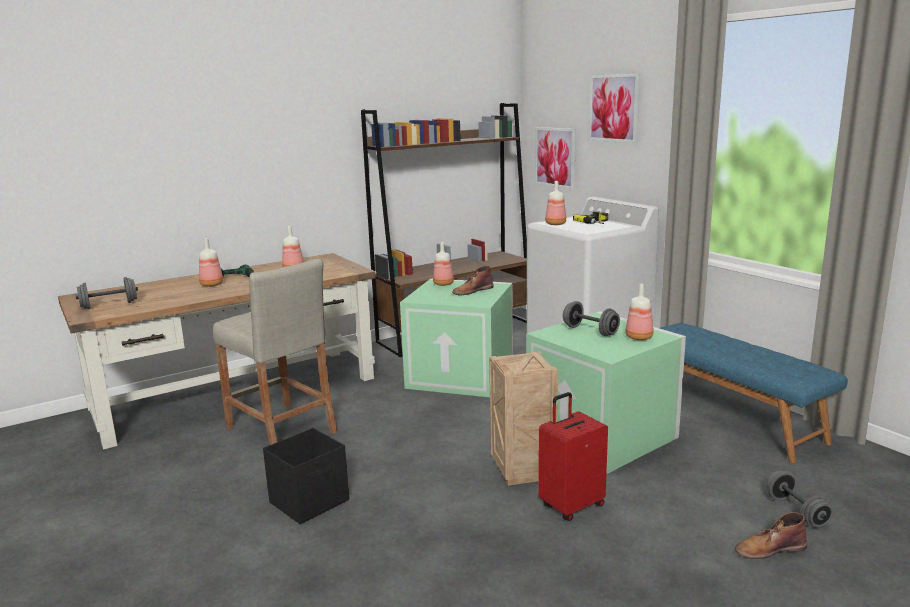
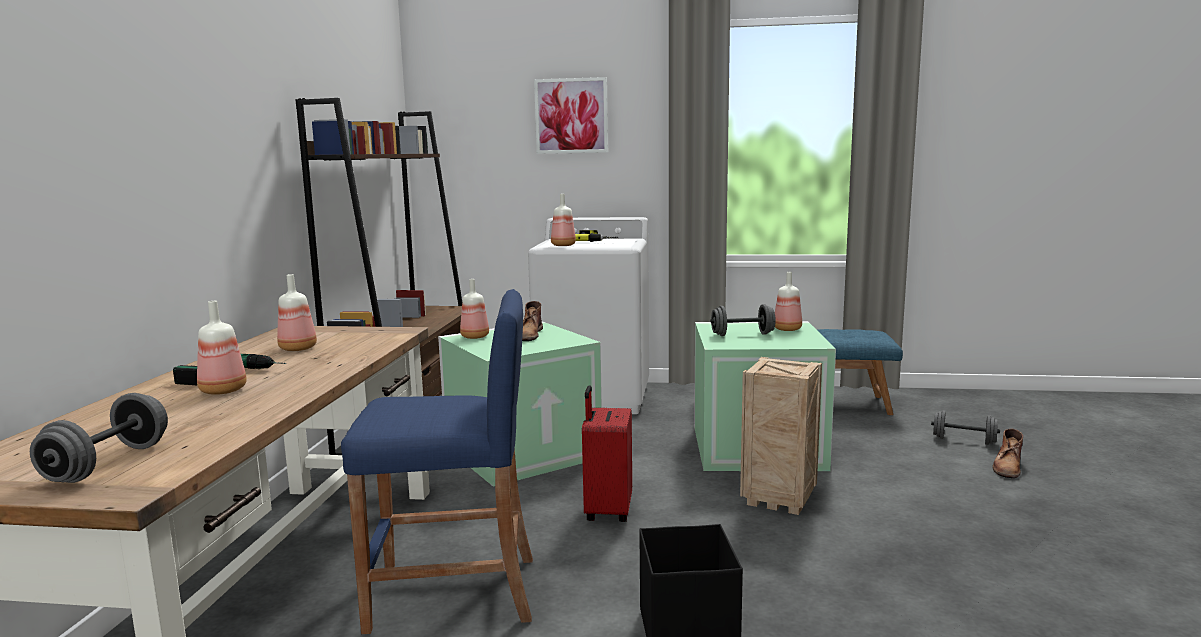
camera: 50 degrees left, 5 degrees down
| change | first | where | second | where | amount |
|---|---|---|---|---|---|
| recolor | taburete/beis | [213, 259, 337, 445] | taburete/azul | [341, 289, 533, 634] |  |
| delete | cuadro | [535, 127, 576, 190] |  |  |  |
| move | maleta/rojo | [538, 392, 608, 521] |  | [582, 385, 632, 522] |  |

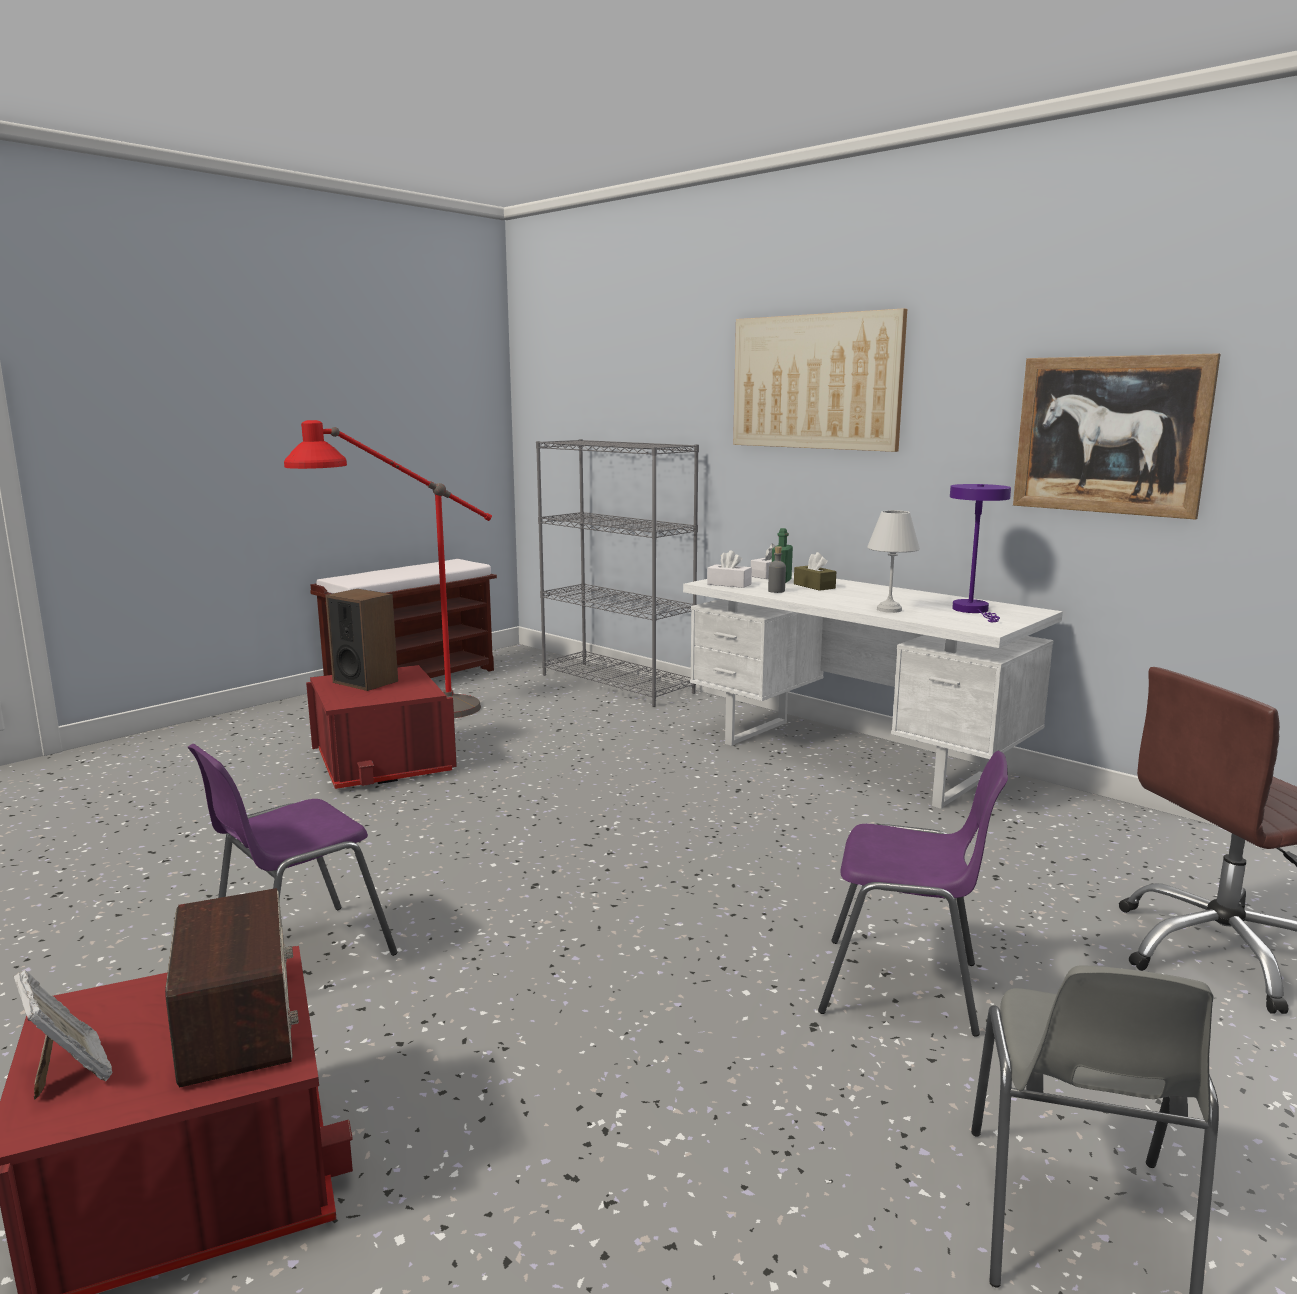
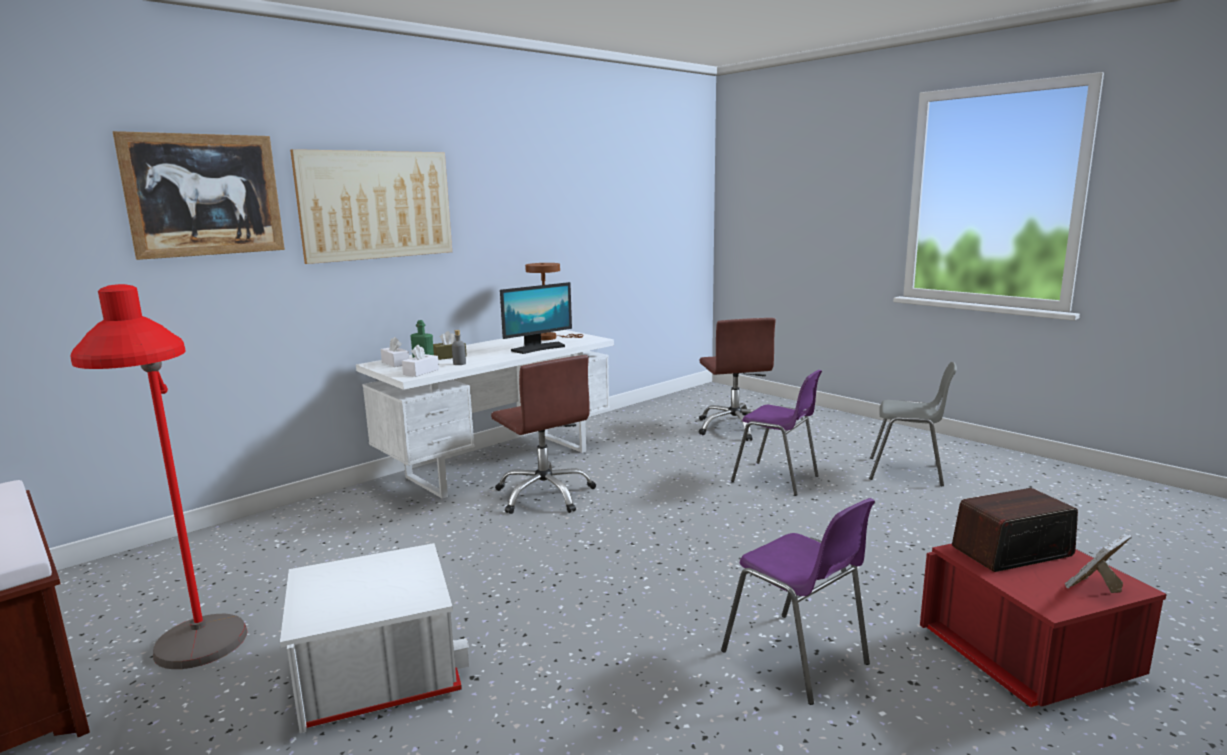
camera: 85 degrees left, 0 degrees up
| change | first | where | second | where | amount |
|---|---|---|---|---|---|
| recolor | caja de almacenaje/rojo | [306, 665, 457, 789] | caja de almacenaje/blanco | [280, 543, 469, 733] |  |
| delete | altavoz | [325, 589, 398, 691] |  |  |  |
| delete | estantería/gris | [536, 439, 699, 707] |  |  |  |
| rotate | silla/morado | [818, 751, 1008, 1037] |  | [731, 370, 822, 496] | 105 degrees clockwise |
| replace | lámpara de mesa/blanco | [867, 510, 920, 613] | monitor | [500, 282, 572, 354] |  |
| recolor | lámpara de mesa/morado | [950, 484, 1011, 622] | lámpara de mesa/marrón | [525, 263, 583, 340] |  |
| move | cuadro | [1013, 353, 1221, 520] |  | [113, 131, 285, 260] |  |
| insert |  |  | silla de oficina/marrón | [491, 355, 596, 514] |  |

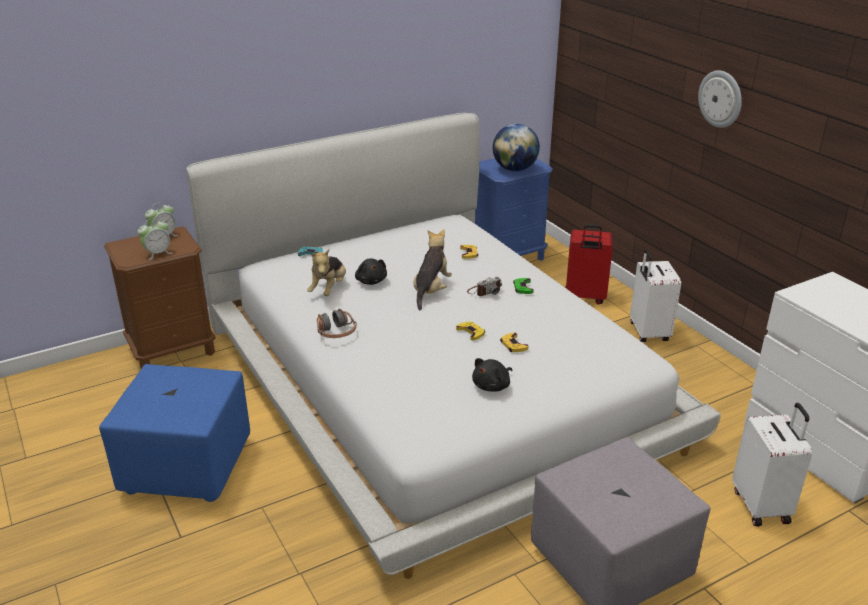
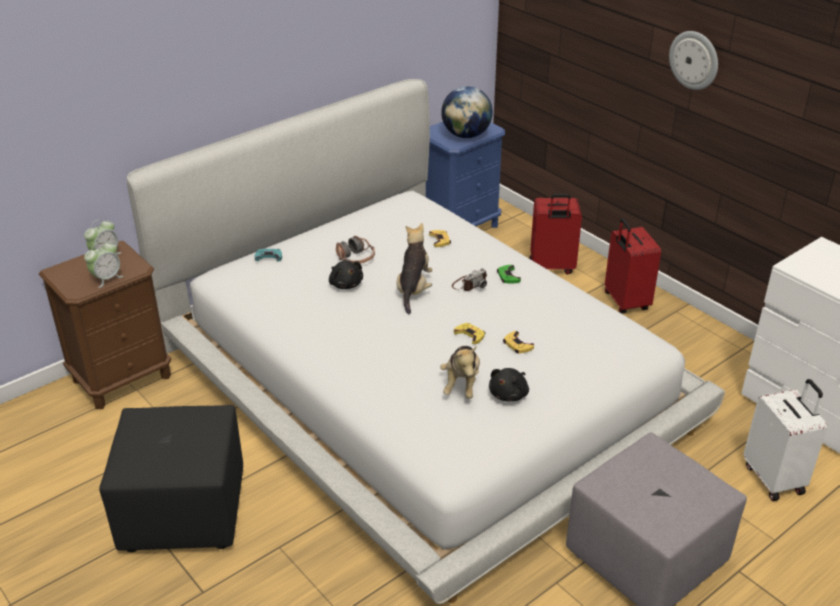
camera: 10 degrees left, 5 degrees up
| change | first | where | second | where | amount |
|---|---|---|---|---|---|
| recolor | puf/azul | [99, 364, 250, 502] | puf/negro | [99, 405, 243, 552] |  |
| move | peluche | [307, 249, 346, 296] |  | [440, 346, 480, 399] |  |
| move | auriculares | [317, 309, 357, 338] |  | [336, 236, 375, 264] |  |
| recolor | maleta/blanco | [630, 249, 681, 342] | maleta/rojo | [605, 218, 661, 314] |  |

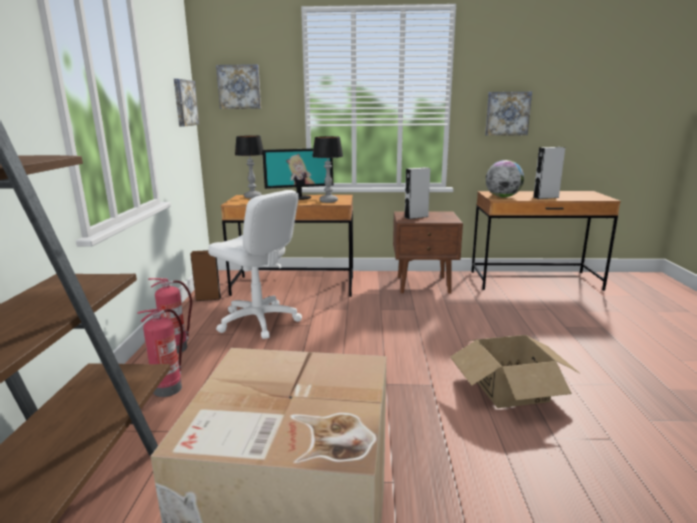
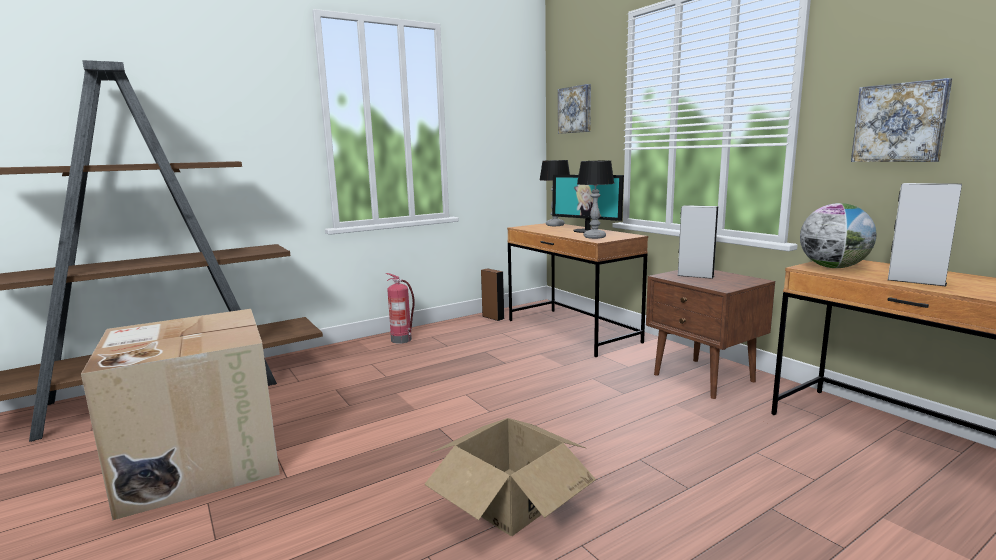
camera: 55 degrees right, 5 degrees down
| change | first | where | second | where | amount |
|---|---|---|---|---|---|
| delete | extintor | [138, 309, 183, 397] |  |  |  |
| delete | cuadro | [174, 79, 199, 127] |  |  |  |
| delete | silla de oficina/blanco | [208, 190, 302, 339] |  |  |  |

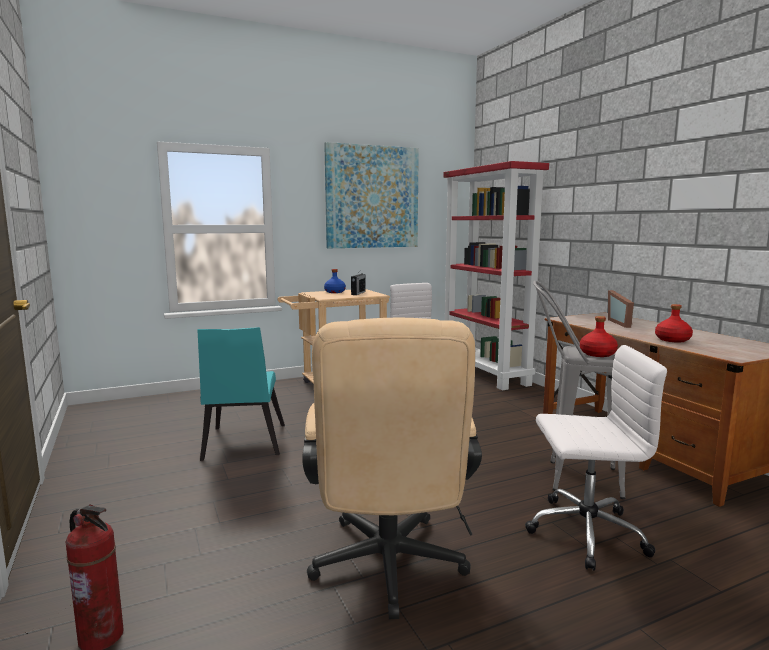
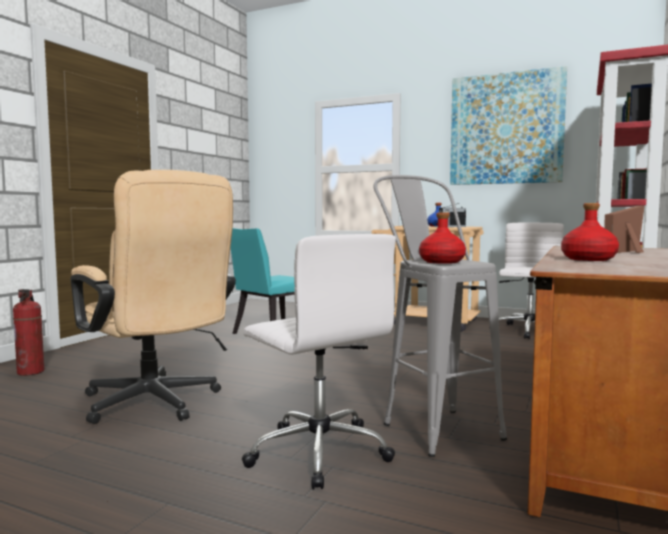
camera: 50 degrees right, 5 degrees down
| change | first | where | second | where | amount |
|---|---|---|---|---|---|
| rotate | silla de oficina/beis | [302, 318, 482, 619] |  | [70, 170, 236, 424] | 90 degrees counterclockwise |

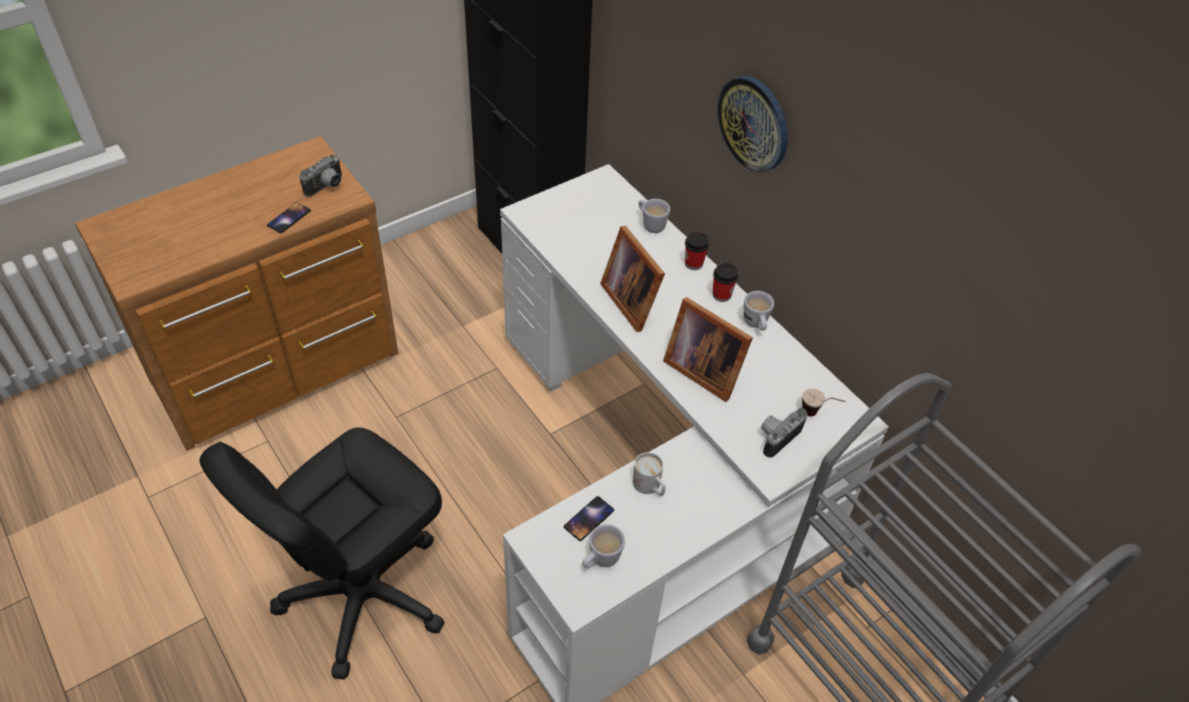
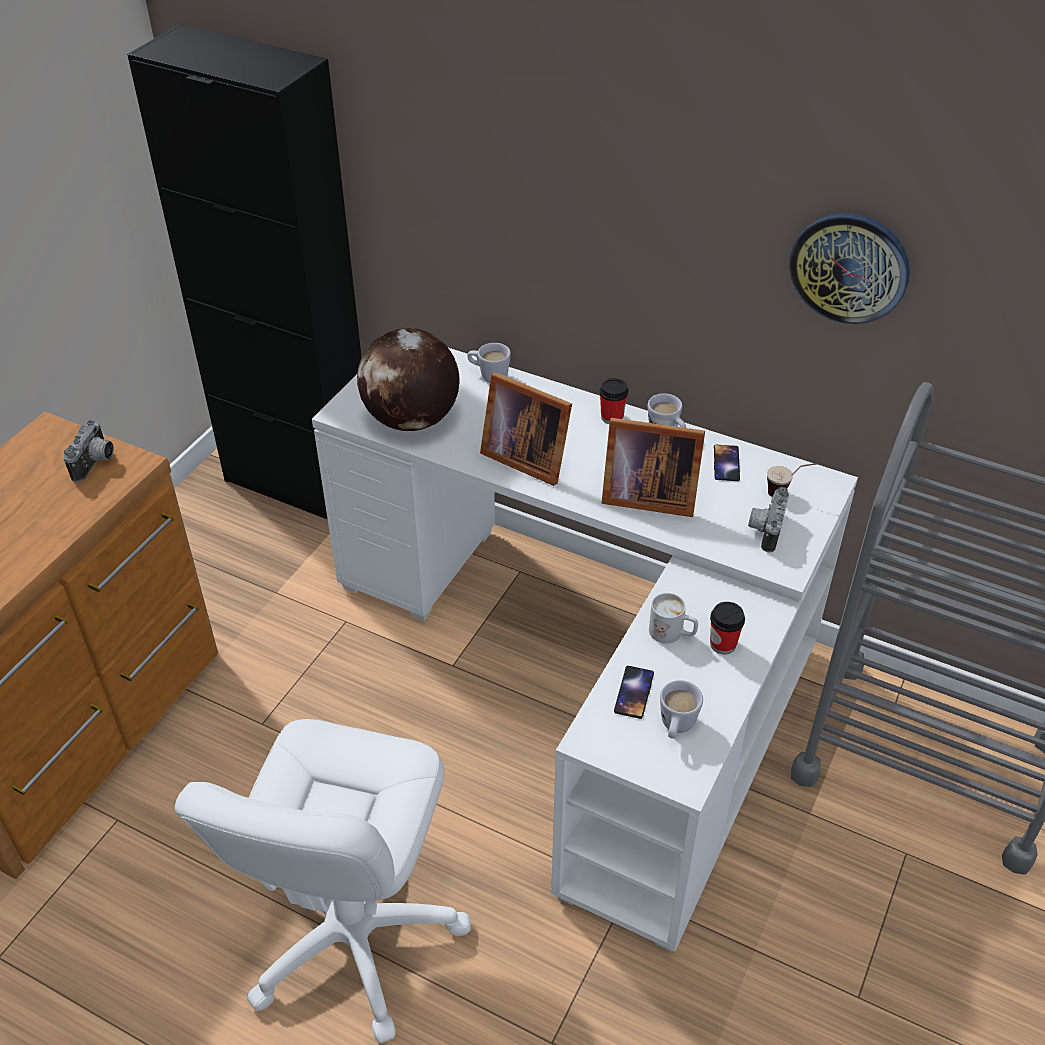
camera: 25 degrees left, 5 degrees down
| change | first | where | second | where | amount |
|---|---|---|---|---|---|
| recolor | silla de oficina/negro | [199, 427, 445, 679] | silla de oficina/blanco | [175, 719, 471, 1044] |  |
| move | móvil | [267, 202, 311, 233] |  | [714, 445, 740, 481] |  |
| move | taza | [685, 232, 709, 270] |  | [710, 602, 745, 654] |  |
| move | reloj de pared | [717, 76, 788, 172] |  | [789, 213, 910, 324] |  |
| insert |  |  | globo terráqueo | [357, 328, 459, 431] |  |

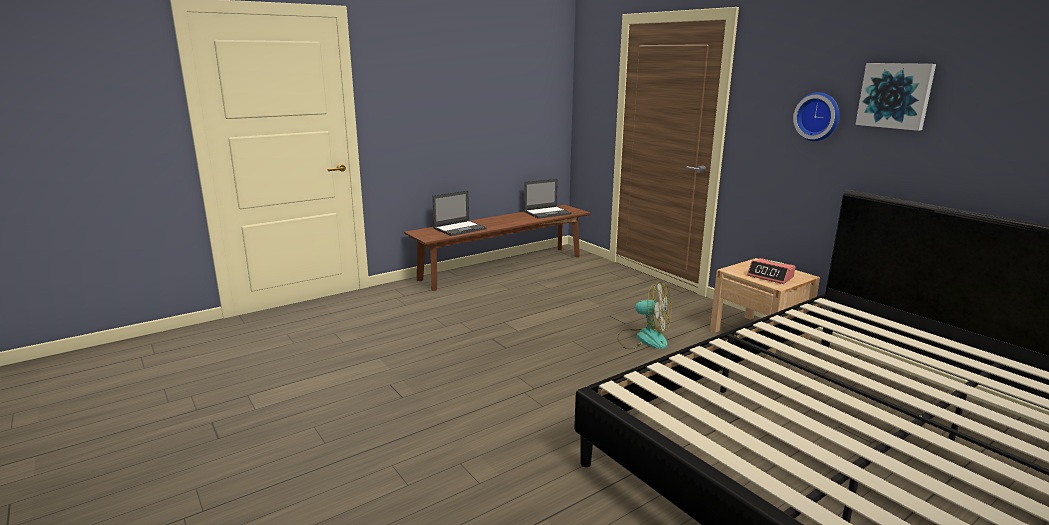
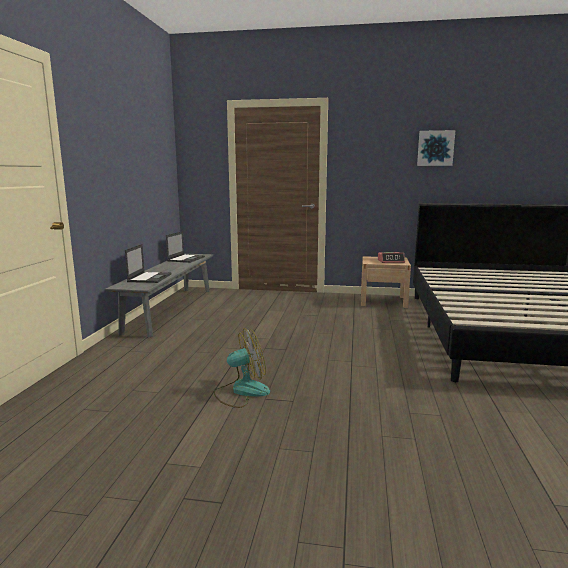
camera: 45 degrees left, 5 degrees down
| change | first | where | second | where | amount |
|---|---|---|---|---|---|
| recolor | banco/marrón | [404, 205, 590, 291] | banco/gris | [105, 254, 213, 337] |  |
| move | ventilador | [617, 281, 671, 349] |  | [214, 328, 270, 408] |  |
| delete | reloj de pared | [793, 92, 840, 141] |  |  |  |

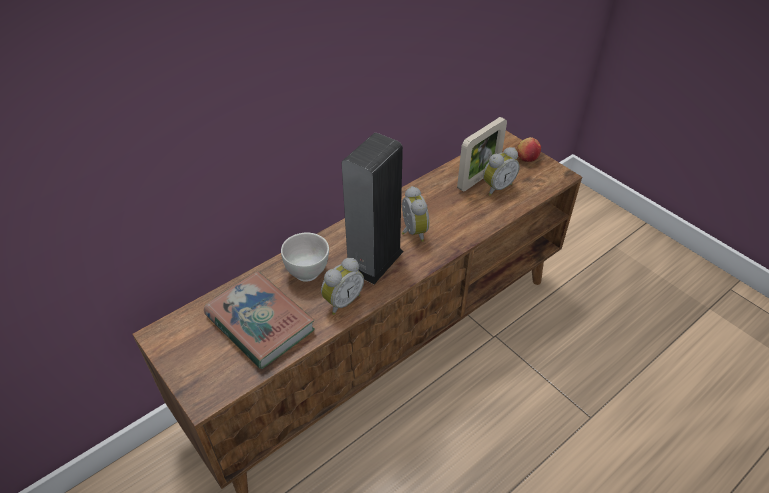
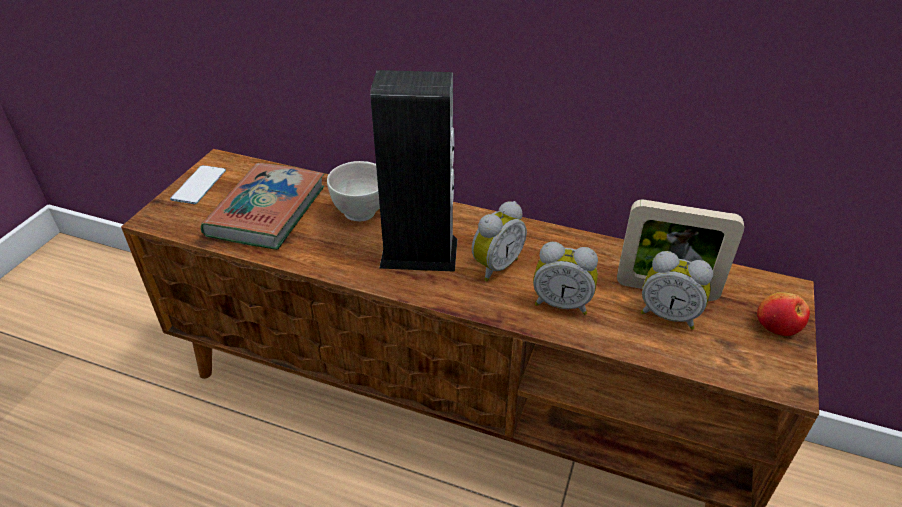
camera: 60 degrees right, 5 degrees down
| change | first | where | second | where | amount |
|---|---|---|---|---|---|
| move | despertador | [321, 258, 364, 315] |  | [533, 242, 598, 315] |  |
| insert |  |  | móvil | [170, 165, 226, 204] |  |

